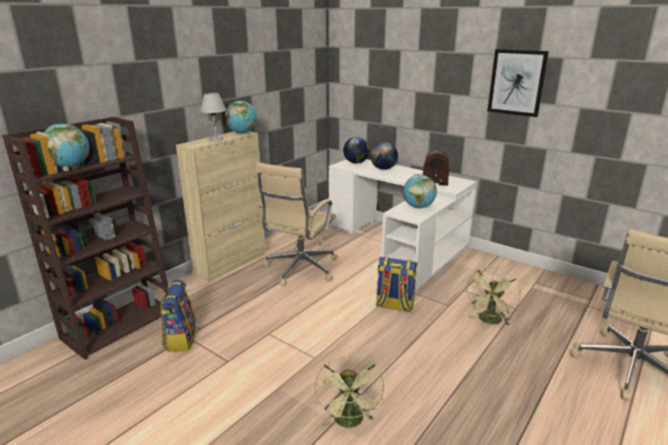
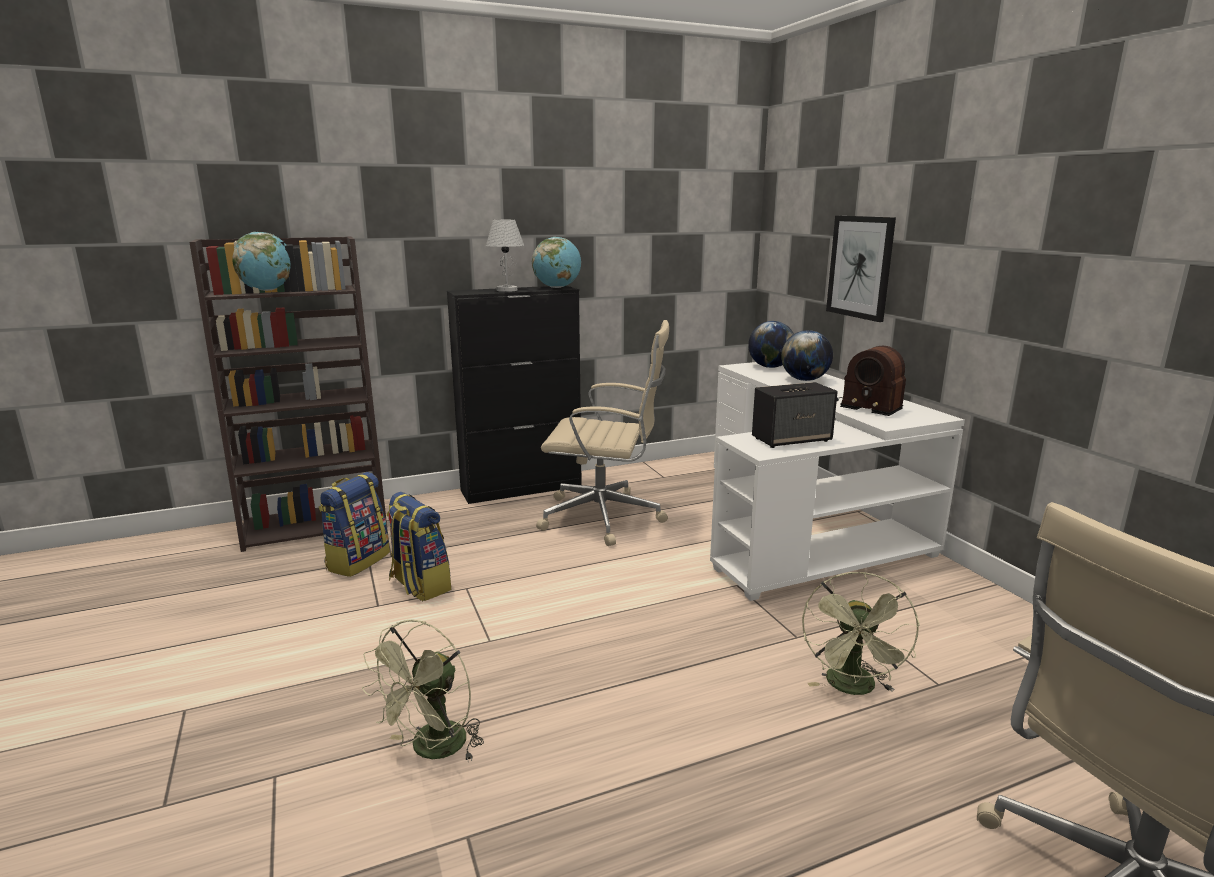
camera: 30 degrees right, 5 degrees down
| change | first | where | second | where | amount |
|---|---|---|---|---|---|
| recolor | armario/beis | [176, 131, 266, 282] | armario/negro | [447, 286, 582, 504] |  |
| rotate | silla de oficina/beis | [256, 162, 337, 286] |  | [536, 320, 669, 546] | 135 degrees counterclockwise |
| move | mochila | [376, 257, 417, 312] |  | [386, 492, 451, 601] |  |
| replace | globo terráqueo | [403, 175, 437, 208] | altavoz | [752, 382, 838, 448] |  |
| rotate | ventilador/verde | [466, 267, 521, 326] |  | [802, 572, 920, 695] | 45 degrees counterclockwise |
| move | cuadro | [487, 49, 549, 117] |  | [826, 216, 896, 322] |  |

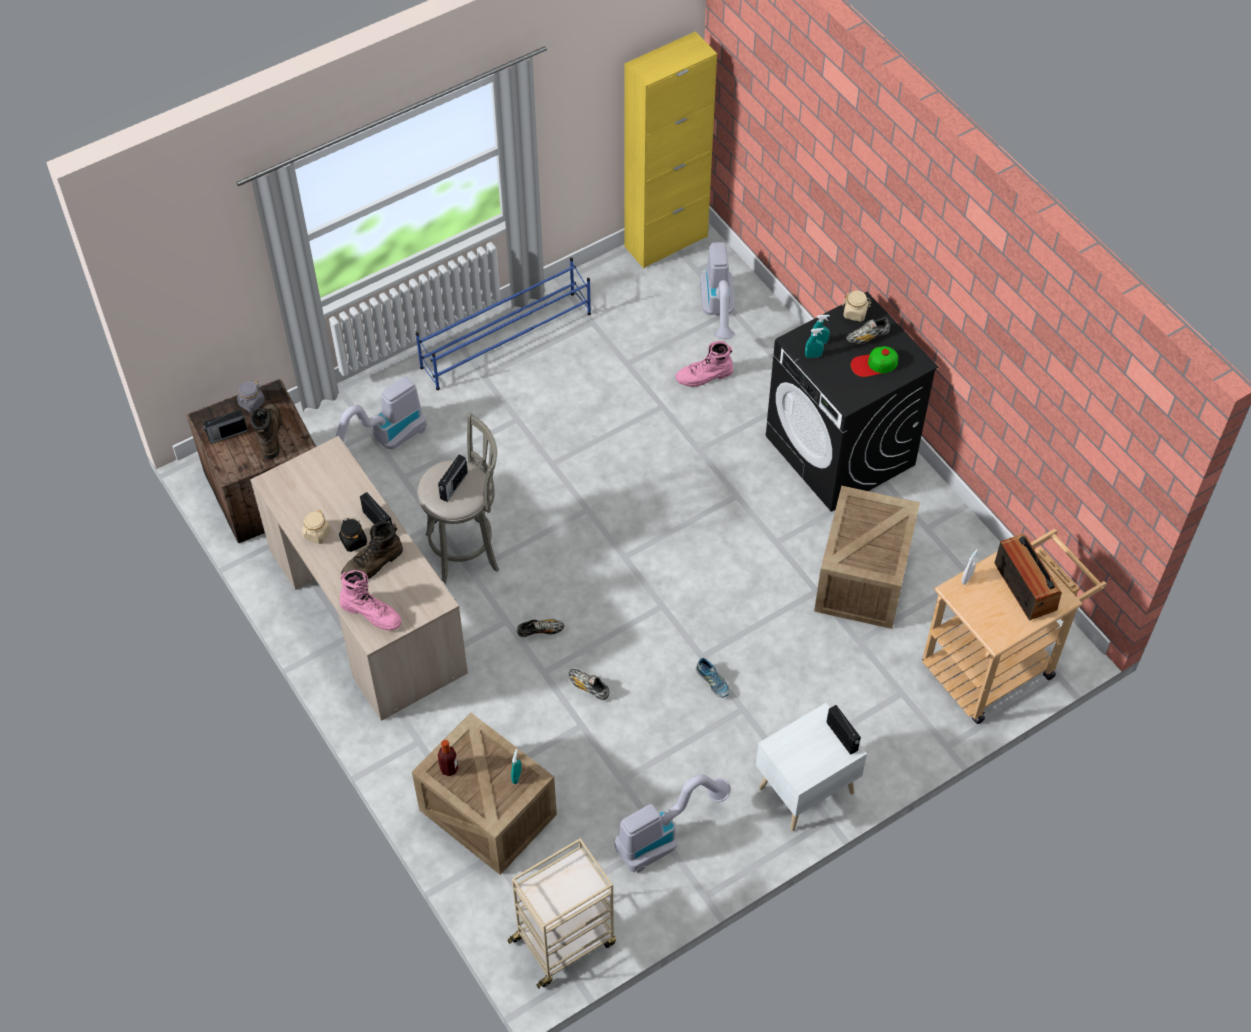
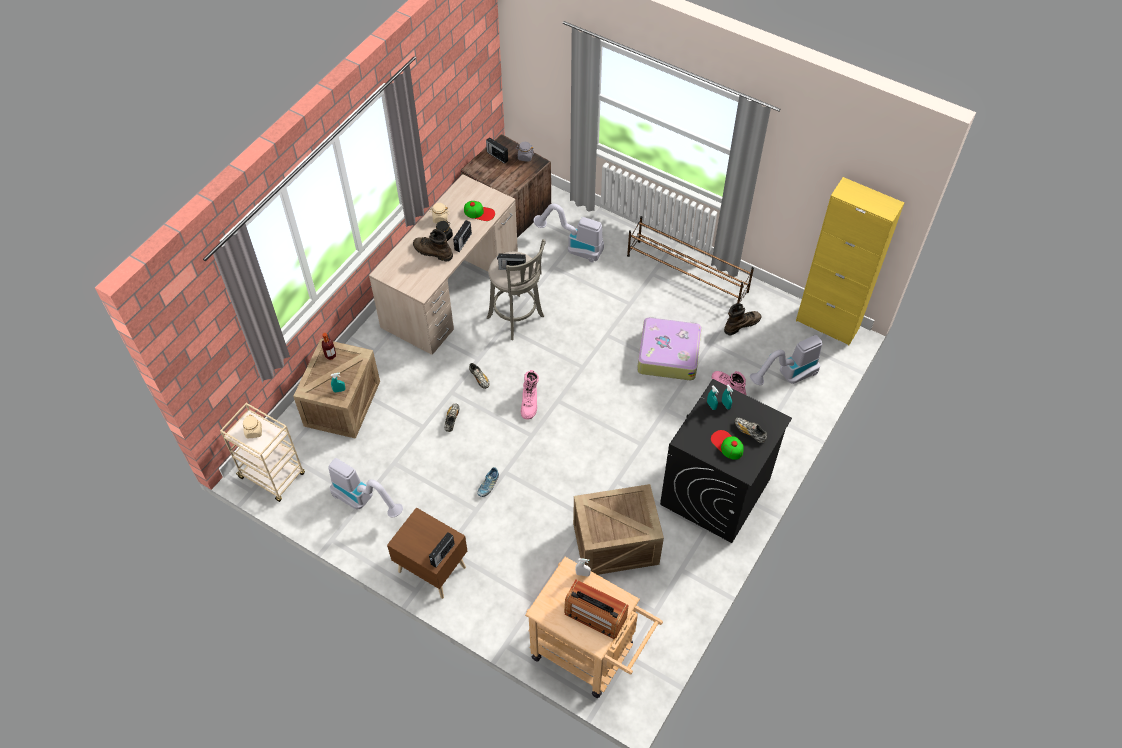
camera: 65 degrees right, 0 degrees up
| change | first | where | second | where | amount |
|---|---|---|---|---|---|
| move | bota/marrón | [250, 404, 281, 459] |  | [724, 303, 761, 335] |  |
| move | bota/rosa | [340, 570, 402, 631] |  | [521, 370, 539, 420] |  |
| recolor | zapatero/azul | [416, 258, 591, 390] | zapatero/marrón | [627, 216, 754, 303] |  |
| recolor | mesita de noche/blanco | [756, 703, 867, 831] | mesita de noche/marrón | [387, 507, 467, 599] |  |
| move | tarro/beis | [842, 290, 871, 322] |  | [243, 415, 262, 438] |  |
| rotate | radio | [994, 534, 1062, 620] |  | [564, 579, 629, 639] | 75 degrees clockwise |
| insert |  |  | gorra | [464, 201, 495, 221] |  |
| insert |  |  | maleta | [637, 317, 702, 380] |  |

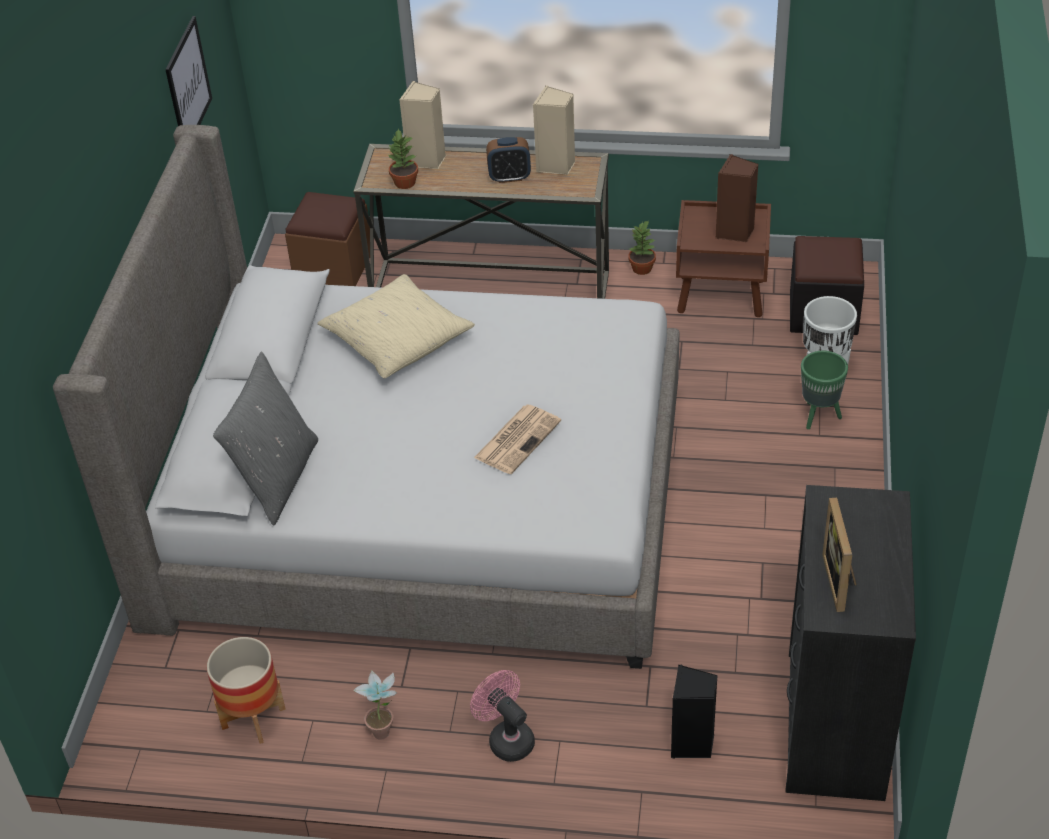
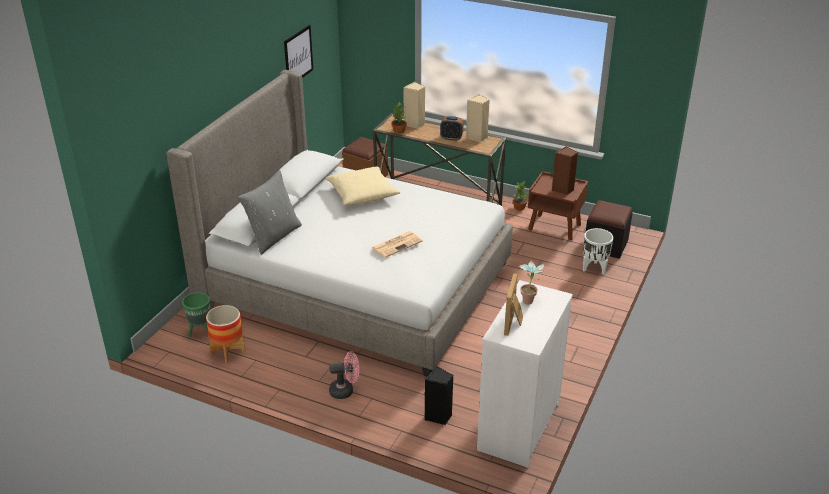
camera: 15 degrees right, 10 degrees down
| change | first | where | second | where | amount |
|---|---|---|---|---|---|
| move | planta en maceta | [353, 670, 397, 740] |  | [519, 260, 544, 305] |  |
| rotate | ventilador/rosa | [470, 670, 535, 762] |  | [329, 351, 360, 399] | 105 degrees clockwise |
| recolor | cómoda/negro | [785, 485, 916, 801] | cómoda/blanco | [477, 280, 573, 468] |  |
| move | maceta/verde | [801, 351, 848, 429] |  | [182, 292, 210, 337] |  |

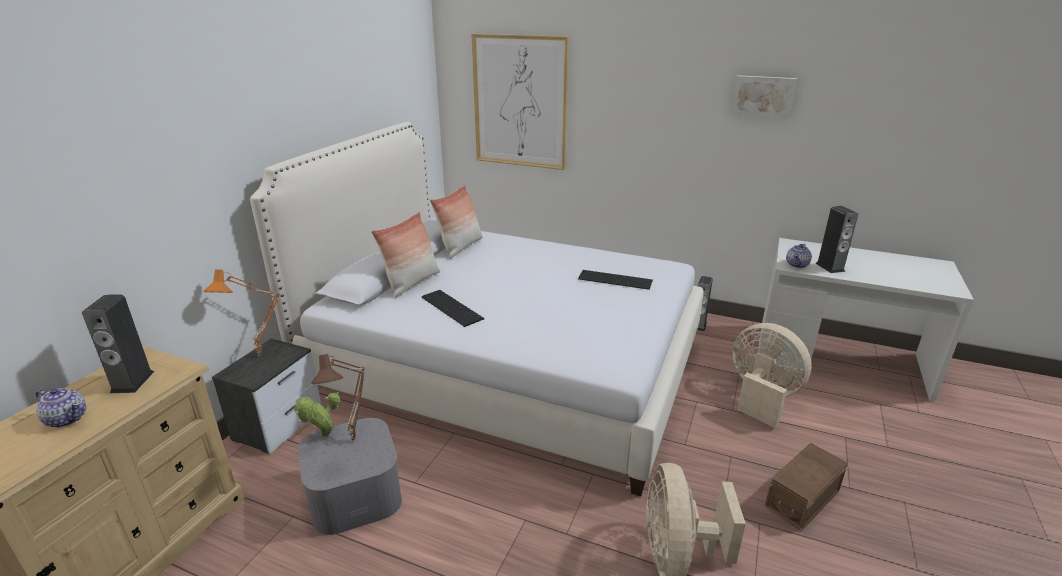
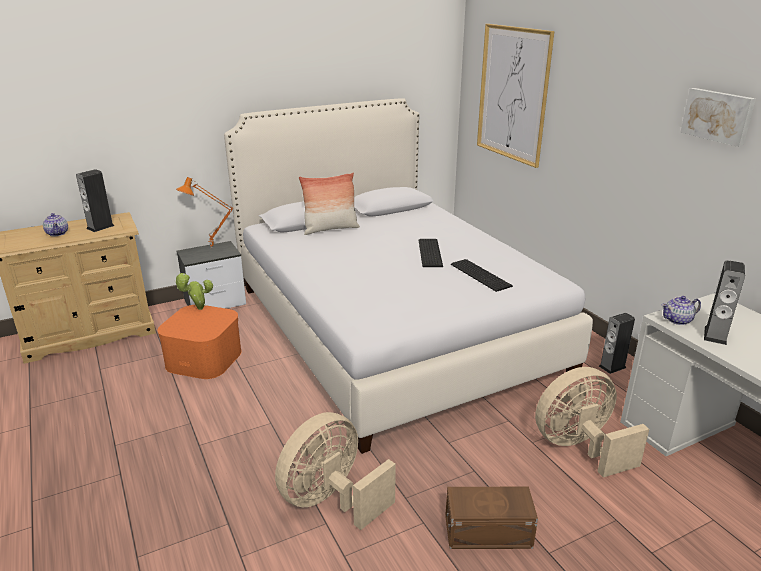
camera: 40 degrees right, 0 degrees up
| change | first | where | second | where | amount |
|---|---|---|---|---|---|
| recolor | caja de almacenaje/gris | [298, 418, 402, 535] | caja de almacenaje/naranja | [157, 305, 242, 379] |  |
| delete | lámpara de mesa/marrón | [311, 354, 366, 443] |  |  |  |
| move | teclado | [422, 290, 485, 327] |  | [419, 239, 443, 267] |  |
| delete | cojín | [430, 185, 483, 259] |  |  |  |
| rotate | ventilador/beis | [732, 323, 812, 428] |  | [535, 367, 649, 477] | 105 degrees counterclockwise |

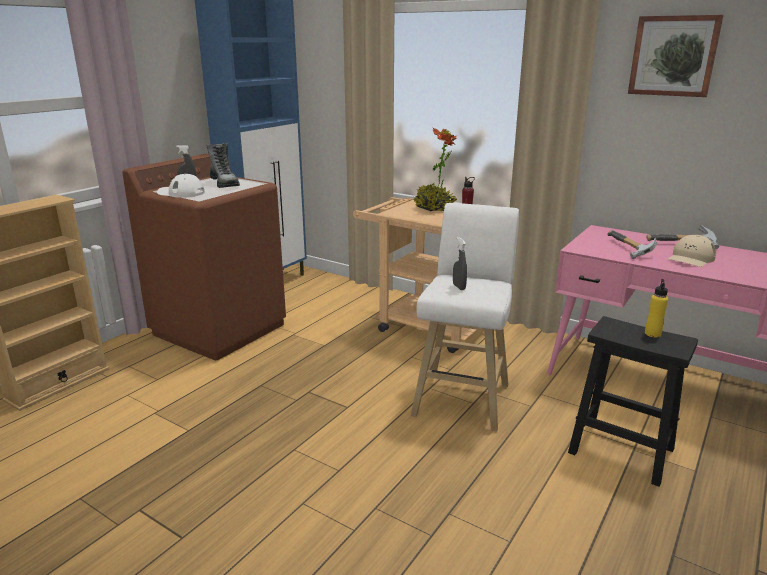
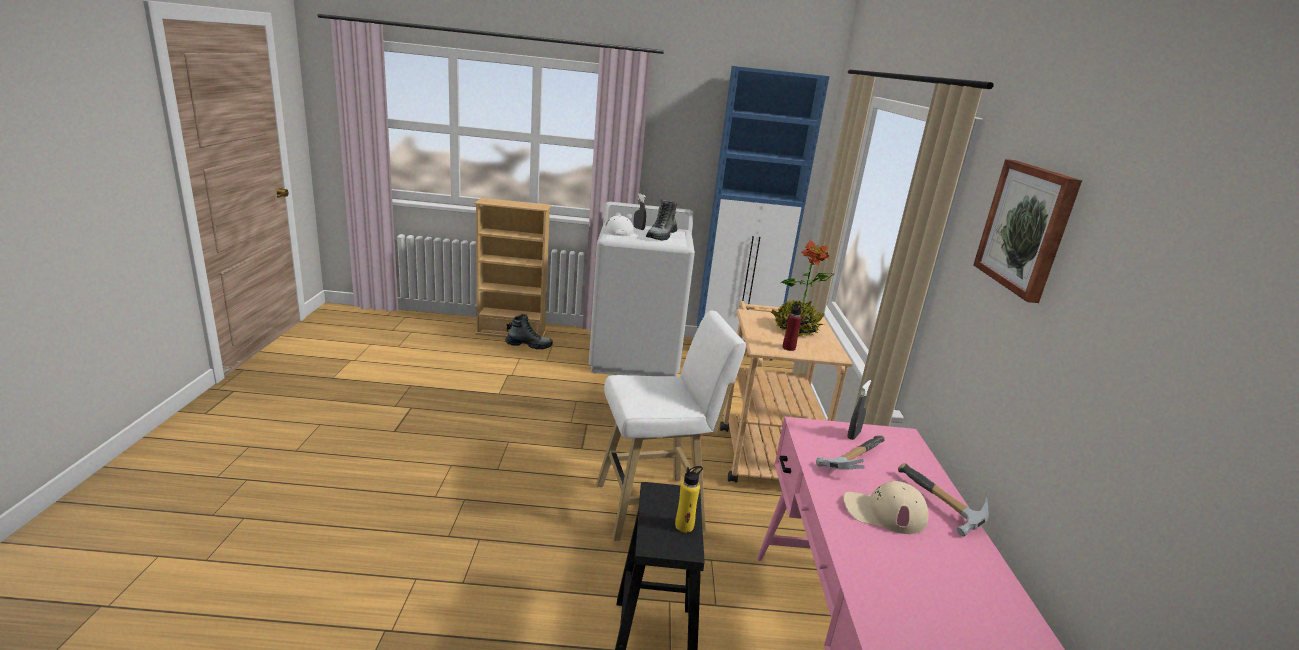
camera: 55 degrees right, 0 degrees up
| change | first | where | second | where | amount |
|---|---|---|---|---|---|
| recolor | lavadora/marrón | [122, 154, 286, 360] | lavadora/blanco | [589, 202, 695, 376] |  |
| move | pulverizador/gris | [453, 237, 467, 290] |  | [847, 380, 871, 440] |  |
| insert |  |  | bota | [505, 314, 553, 349] |  |

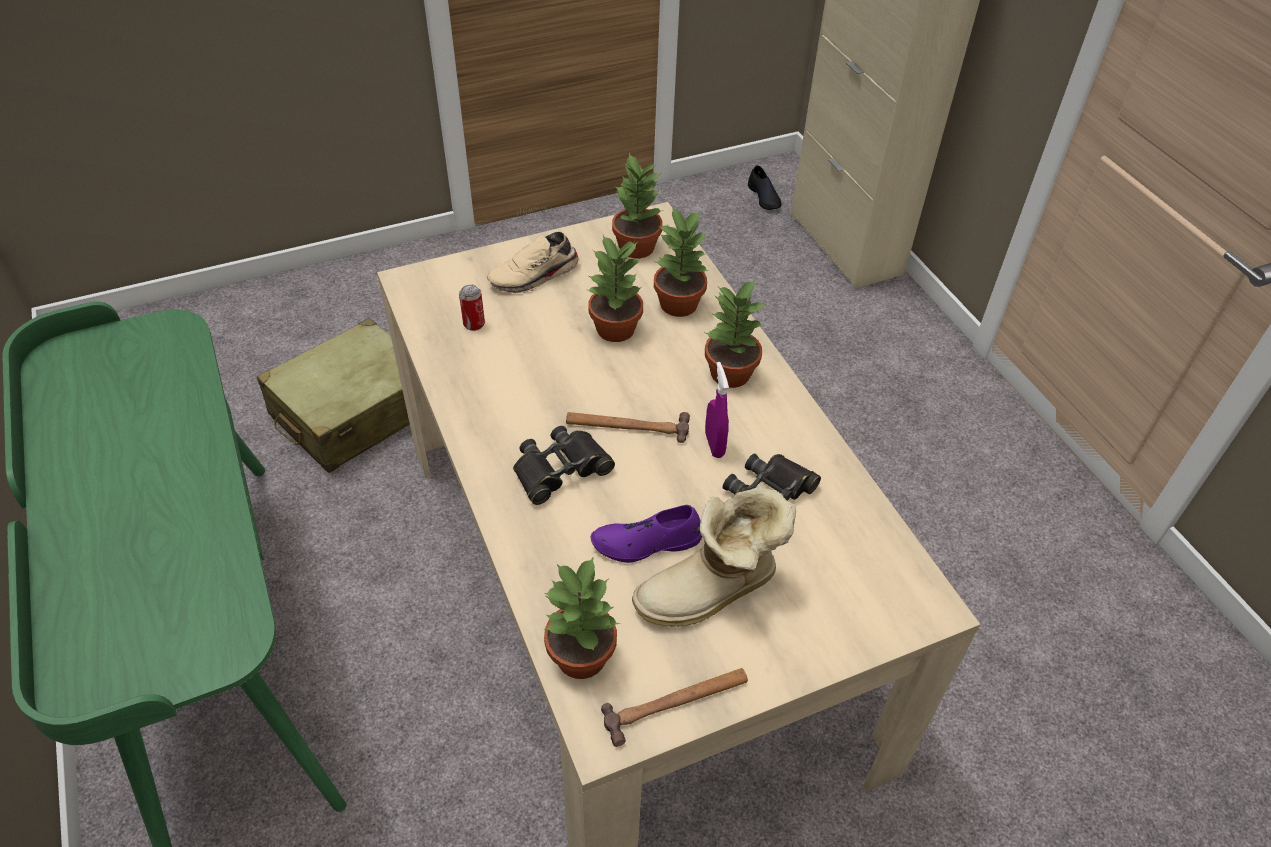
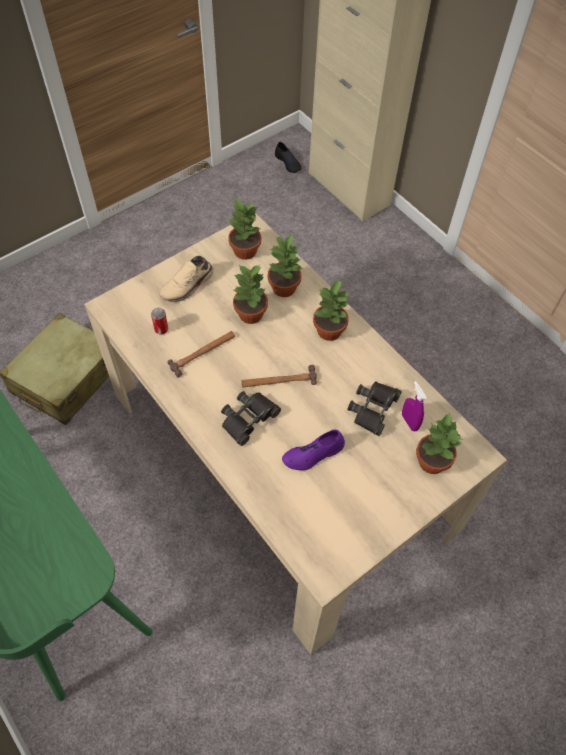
camera: 15 degrees left, 10 degrees up
| change | first | where | second | where | amount |
|---|---|---|---|---|---|
| move | planta en maceta | [544, 556, 621, 679] |  | [416, 413, 463, 474] |  |
| move | martillo | [601, 668, 748, 747] |  | [168, 331, 235, 377] |  |
| delete | bota | [632, 485, 796, 627] |  |  |  |
| move | pulverizador/morado | [705, 362, 729, 458] |  | [402, 381, 427, 431] |  |

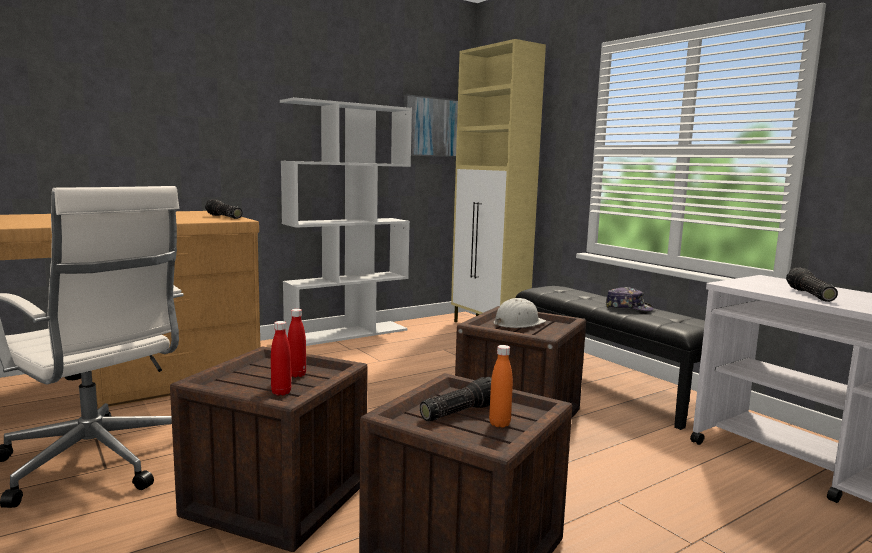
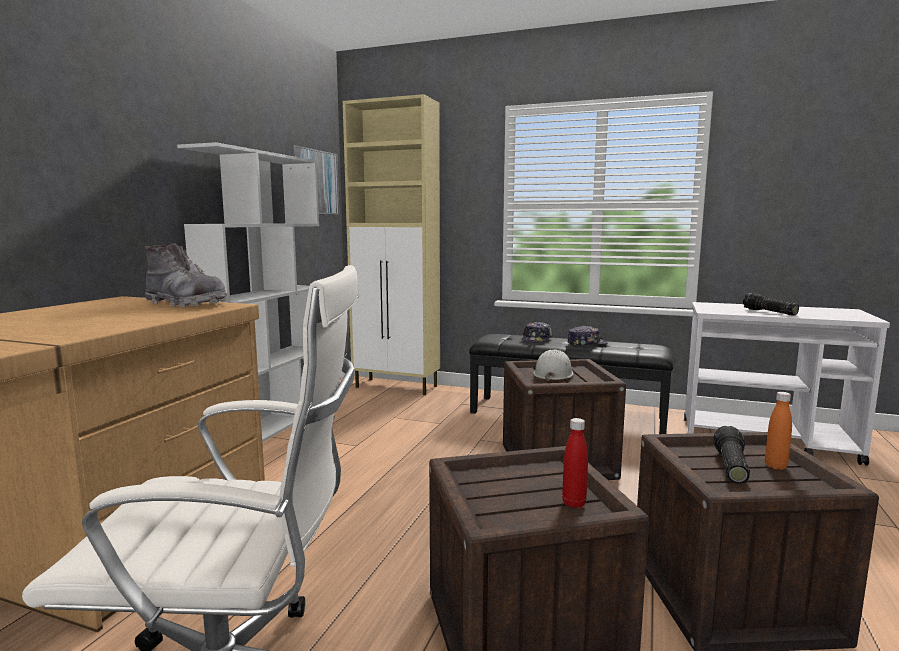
camera: 35 degrees left, 0 degrees up
| change | first | where | second | where | amount |
|---|---|---|---|---|---|
| replace | linterna | [205, 199, 242, 219] | bota/gris | [145, 243, 228, 308] |  |
| delete | botella/rojo | [288, 309, 306, 377] |  |  |  |
| insert |  |  | gorra | [522, 322, 553, 343] |  |

